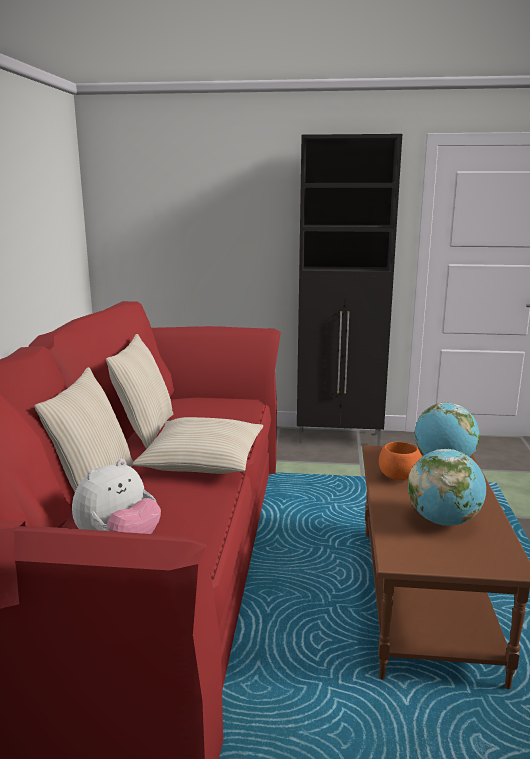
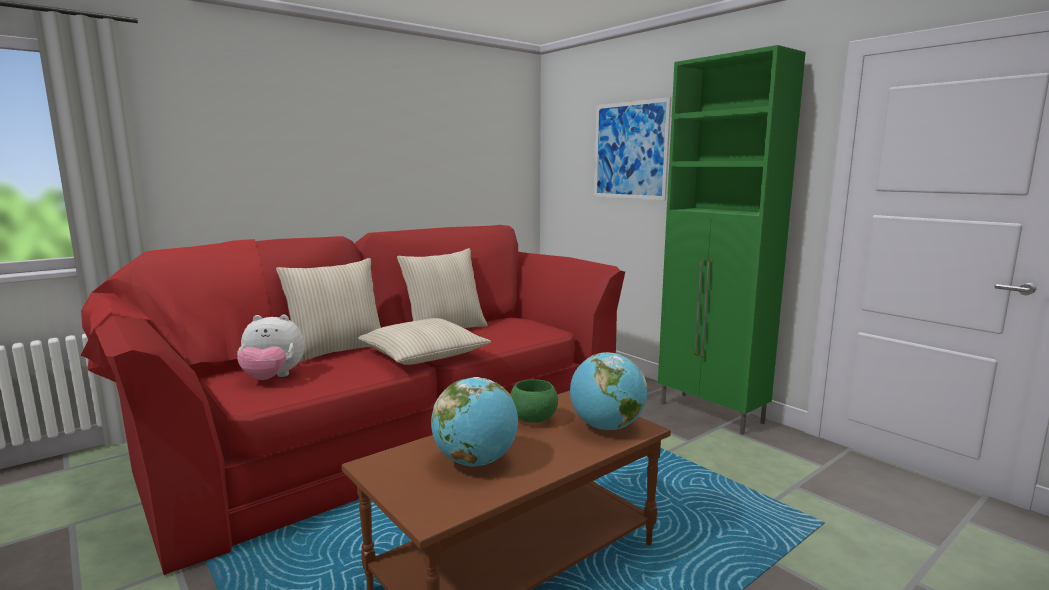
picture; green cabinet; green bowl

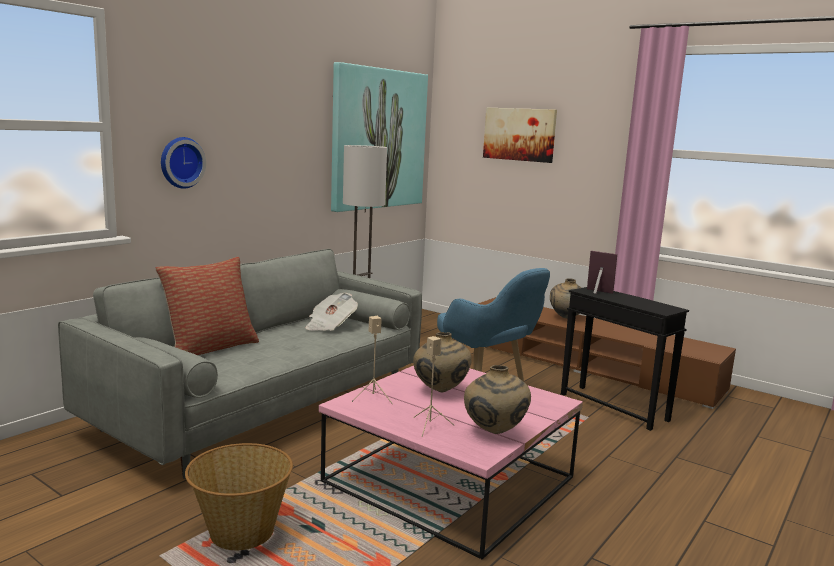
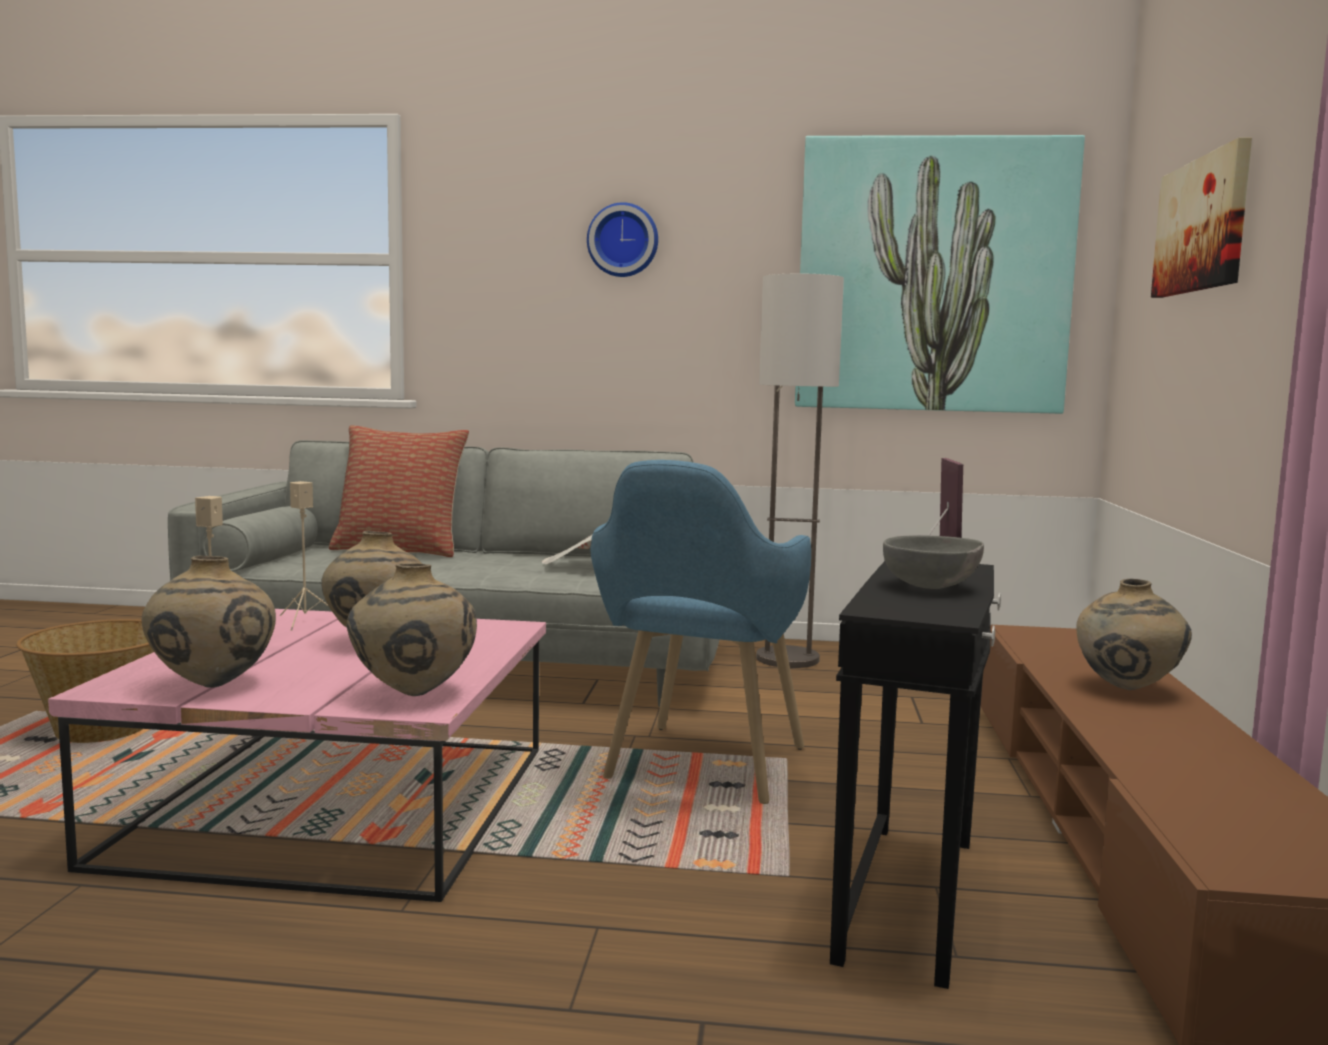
beige vase (no. 3 from left); grey bowl; wall clock

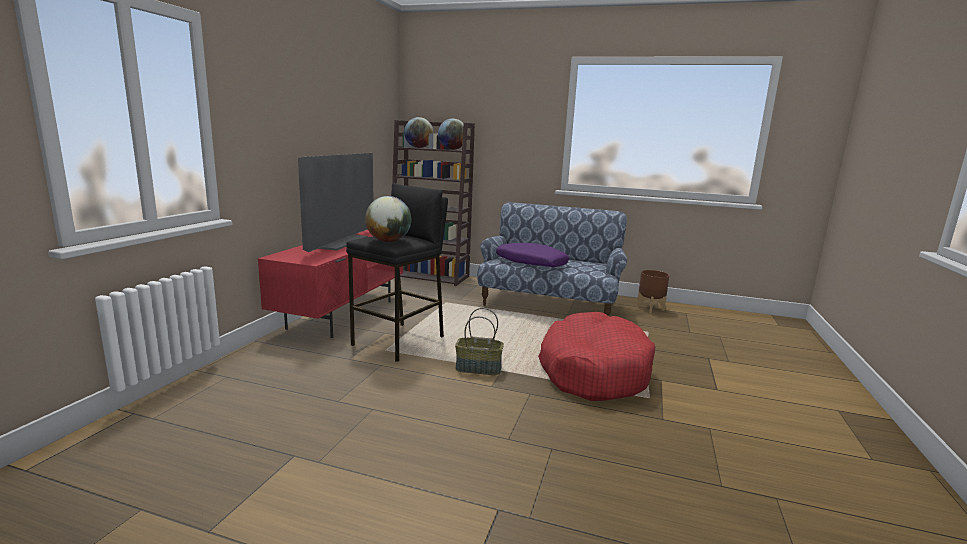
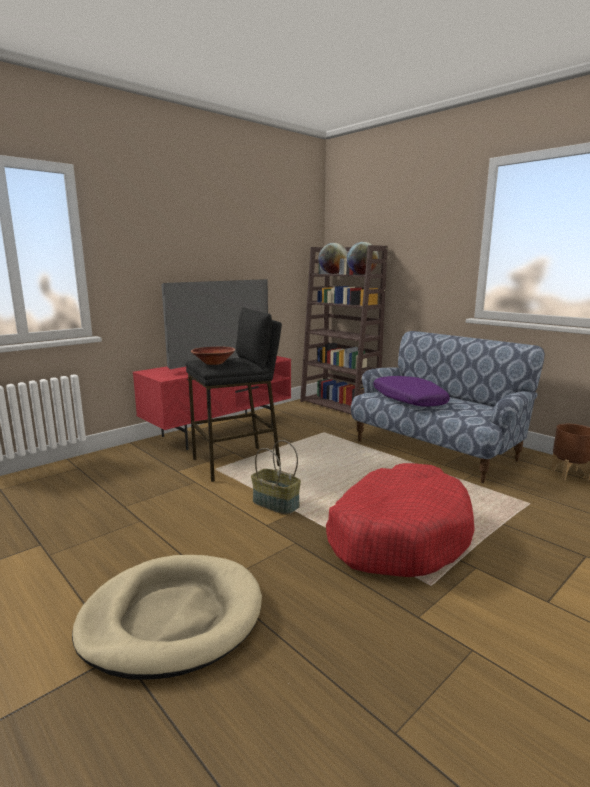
beige dog bed; brown bowl

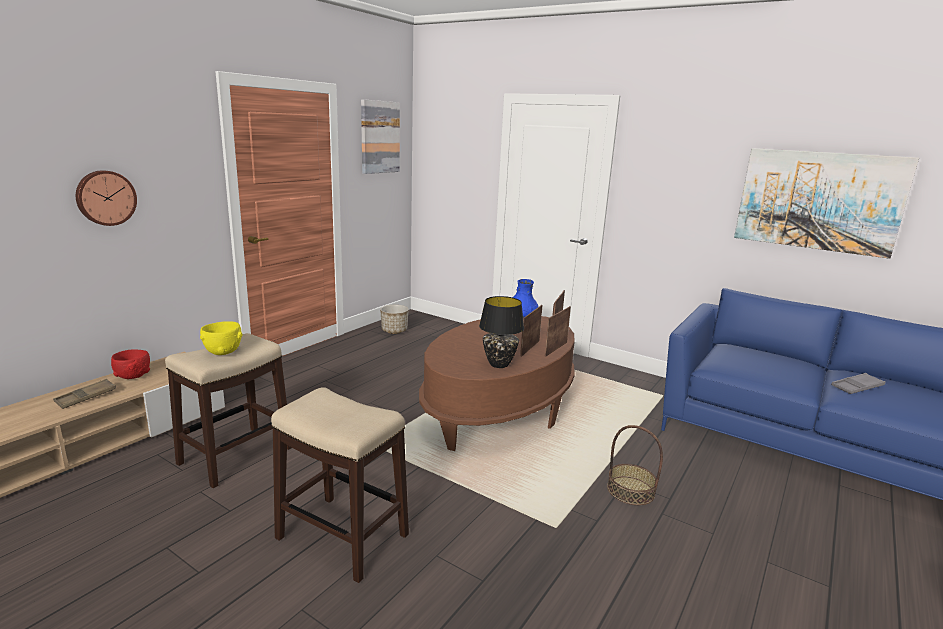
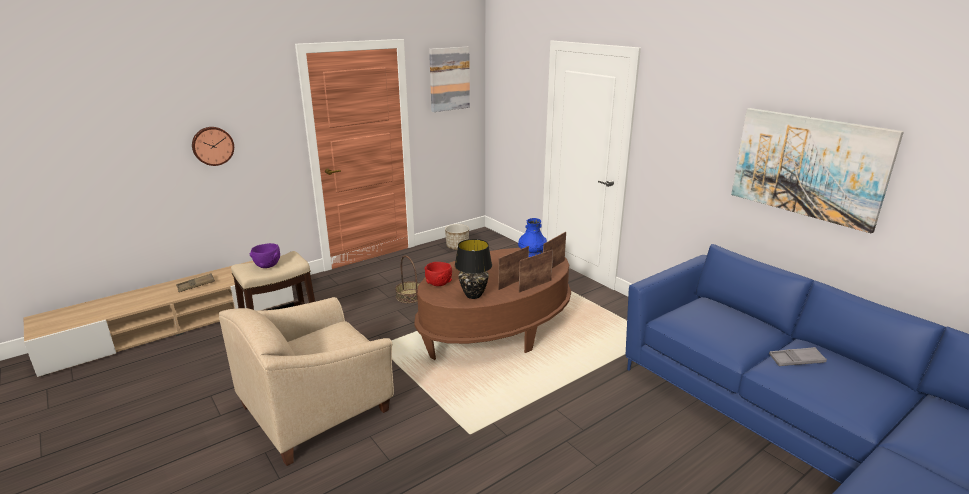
red bowl; basket; beige armchair; purple bowl

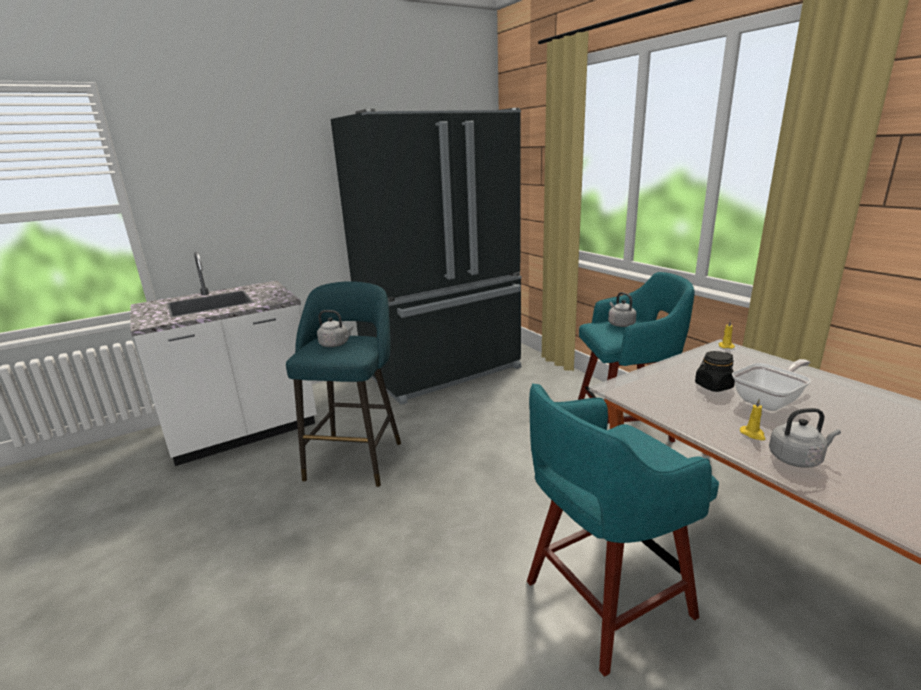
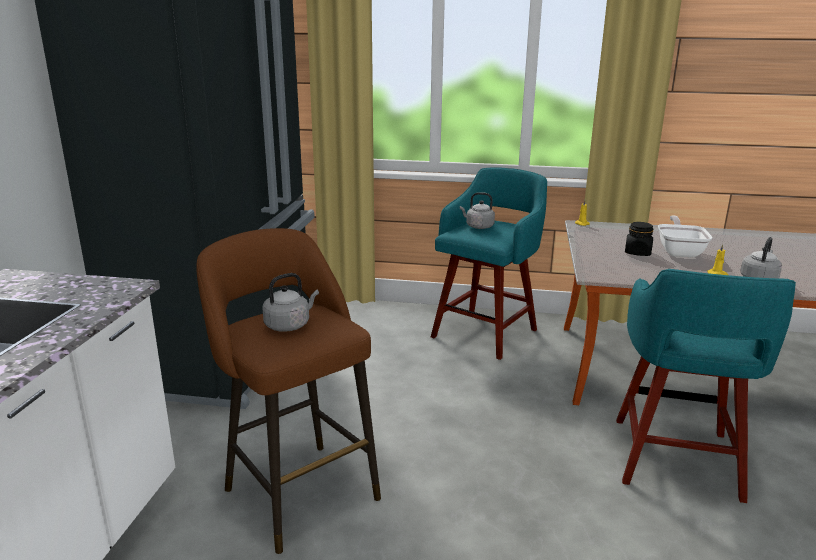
brown stool

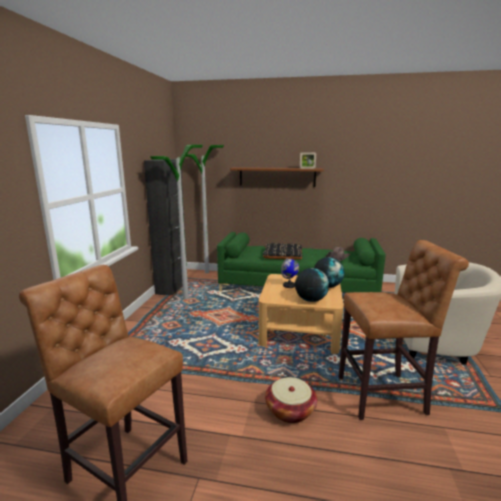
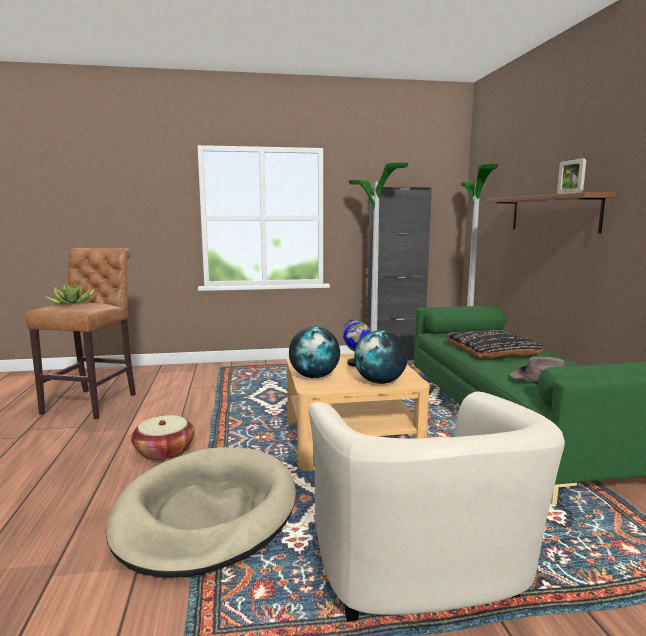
potted plant; beige dog bed

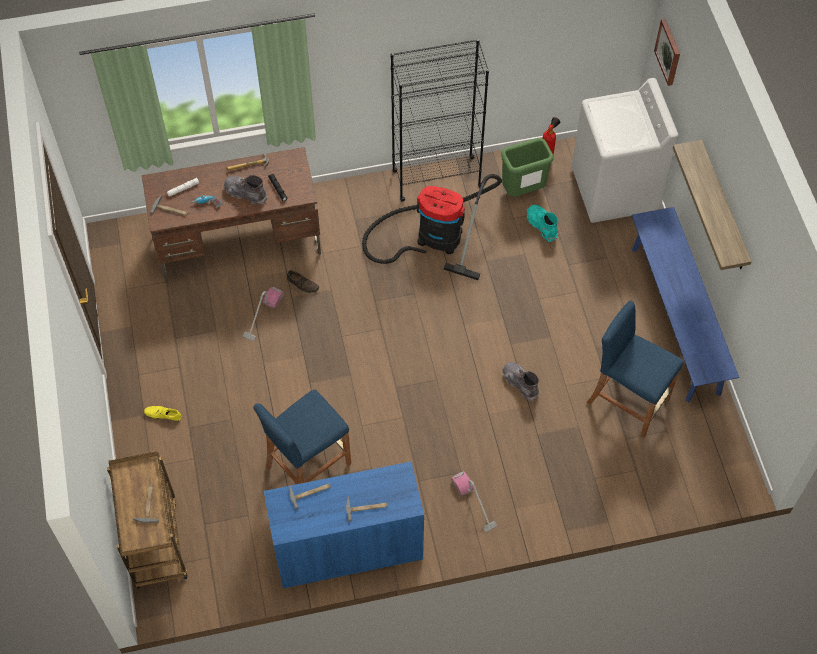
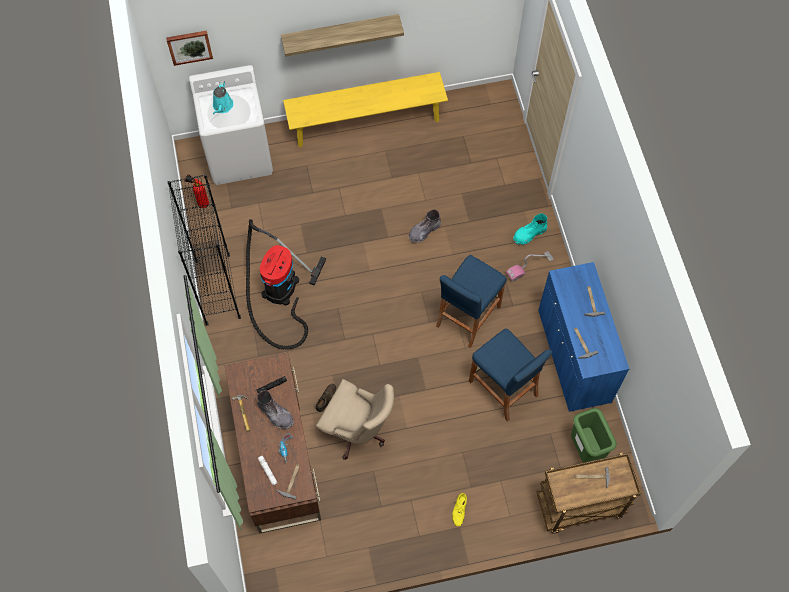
turquoise watering can; green trash can; turquoise boot; blue stool (no. 1 from left); beige office chair; yellow bench; grey boot (no. 1 from left)

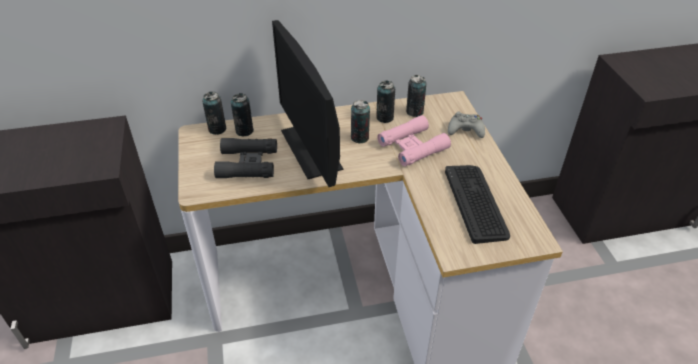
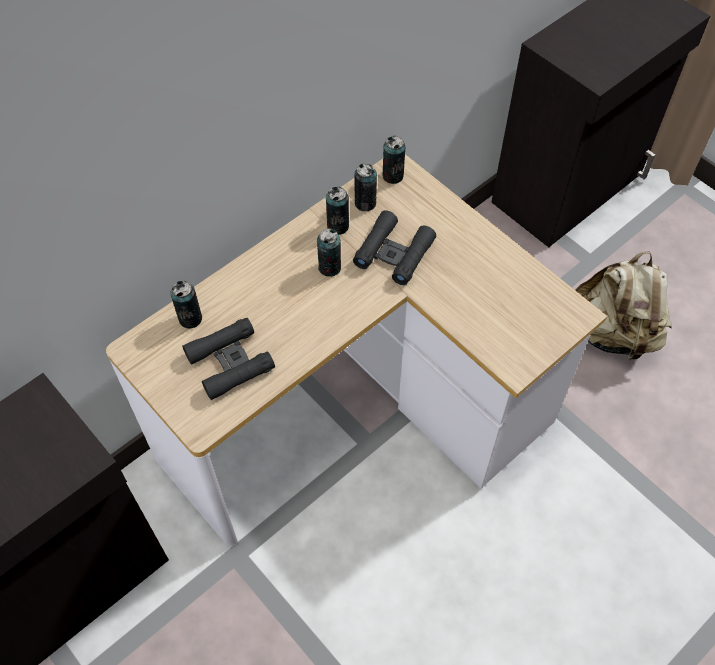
monitor; keyboard; grey game controller; beige backpack; can (no. 5 from left); black binoculars (no. 2 from left)

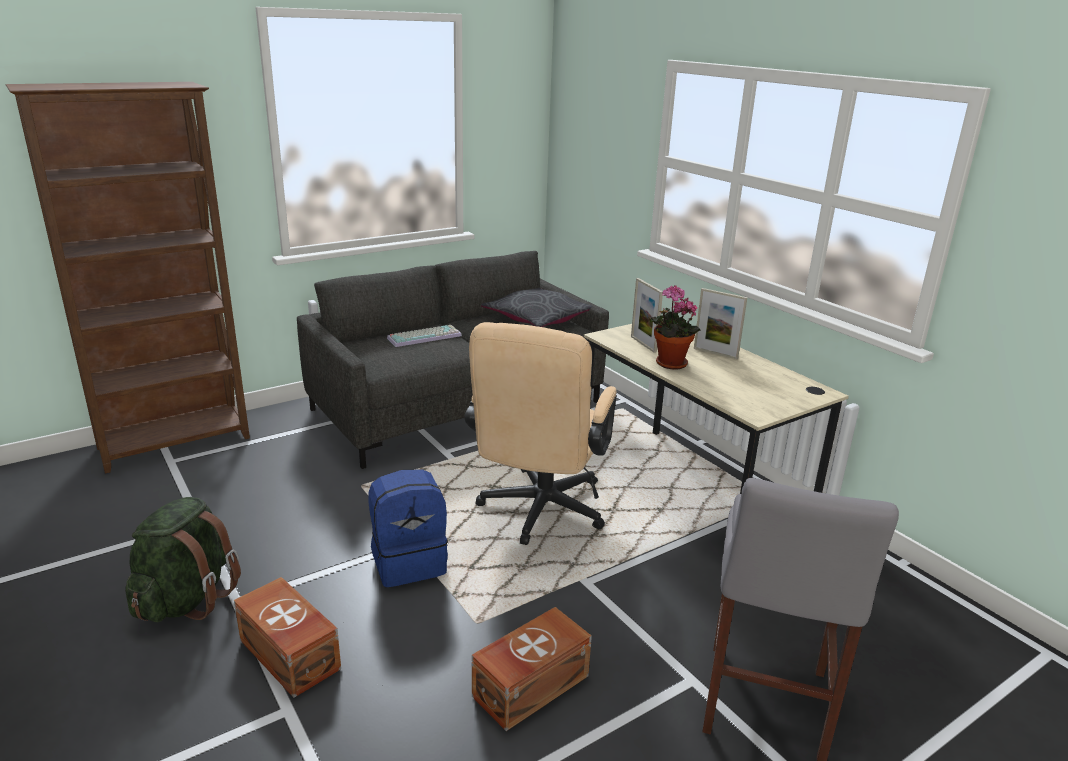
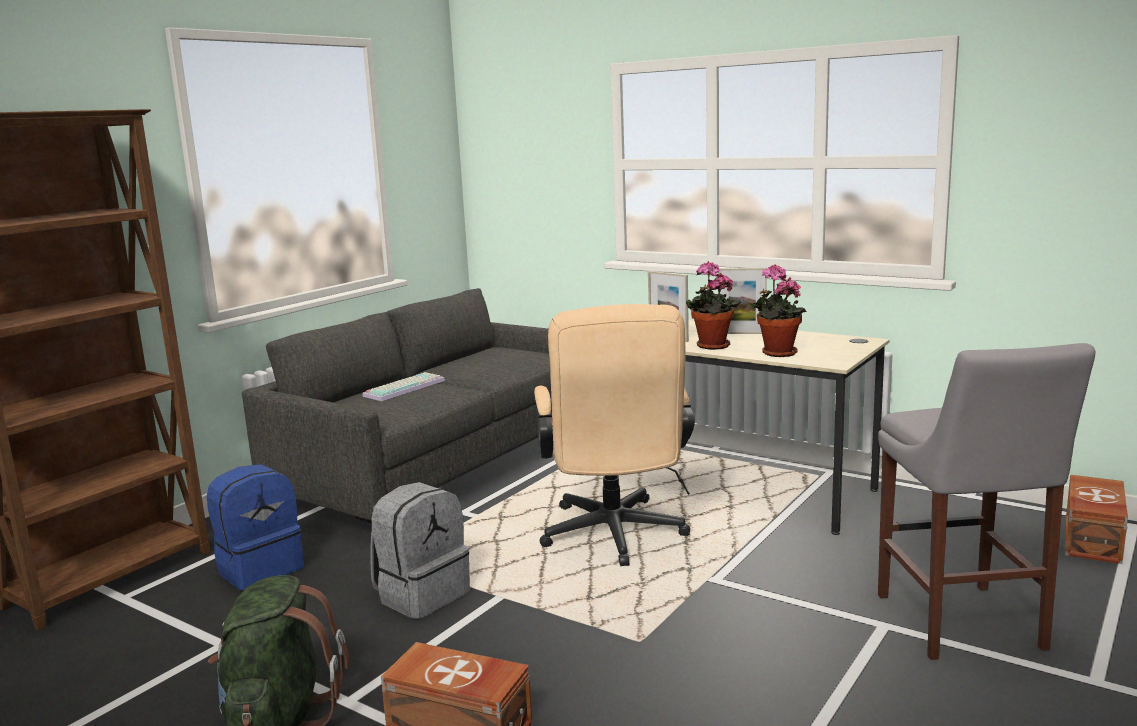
grey pillow; grey backpack; potted plant (no. 2 from left); blue backpack; brown storage box (no. 2 from left)

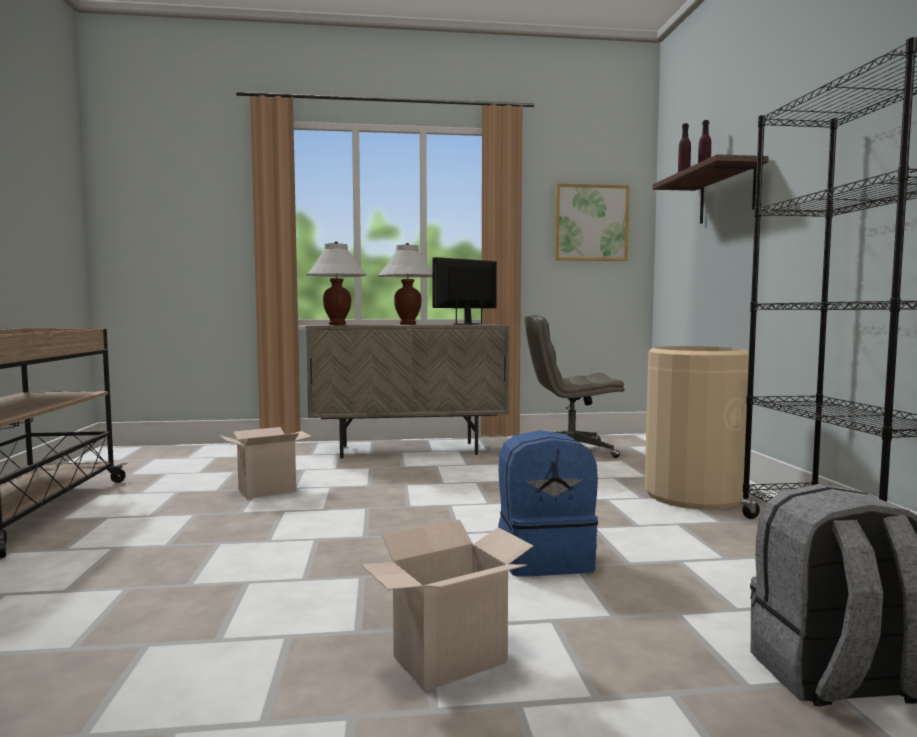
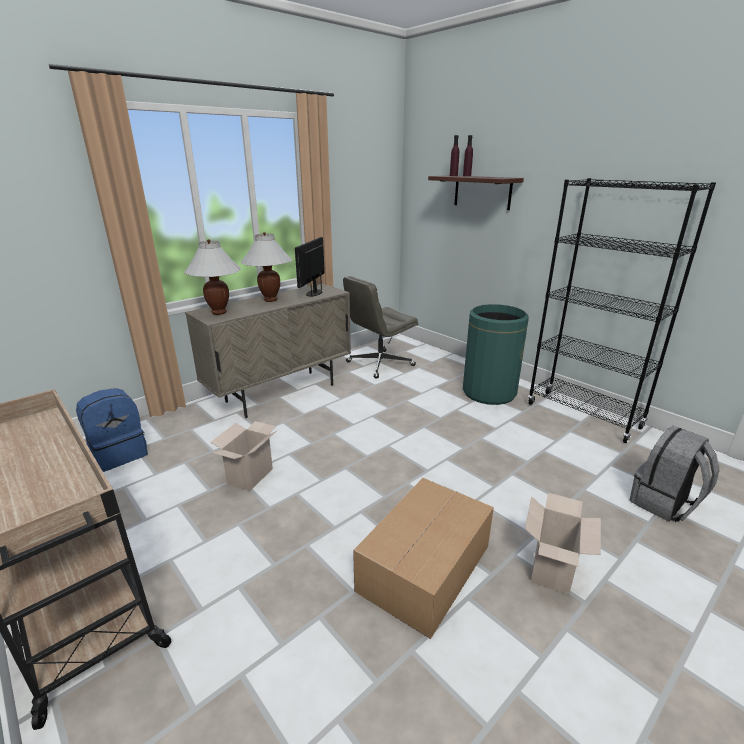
picture; cardboard box (no. 2 from left); blue backpack; green trash can

